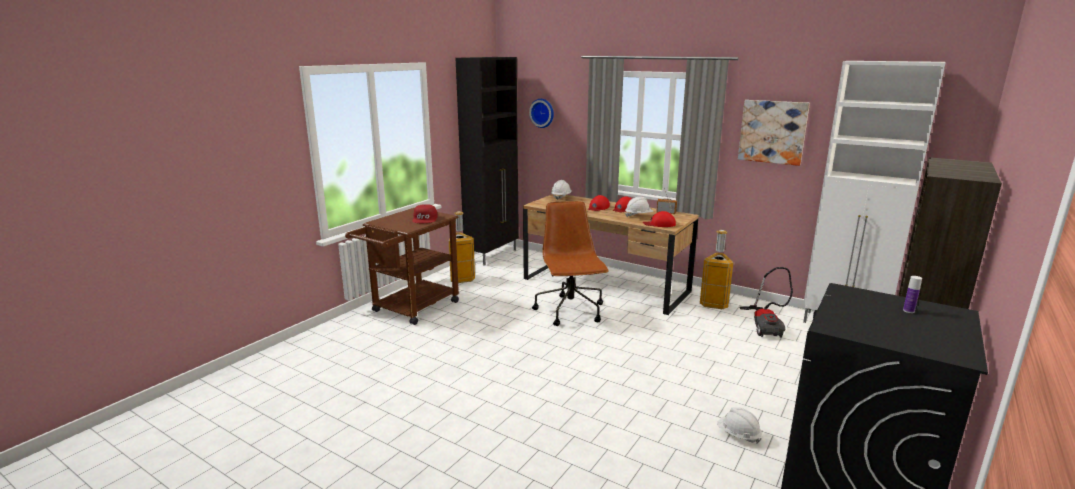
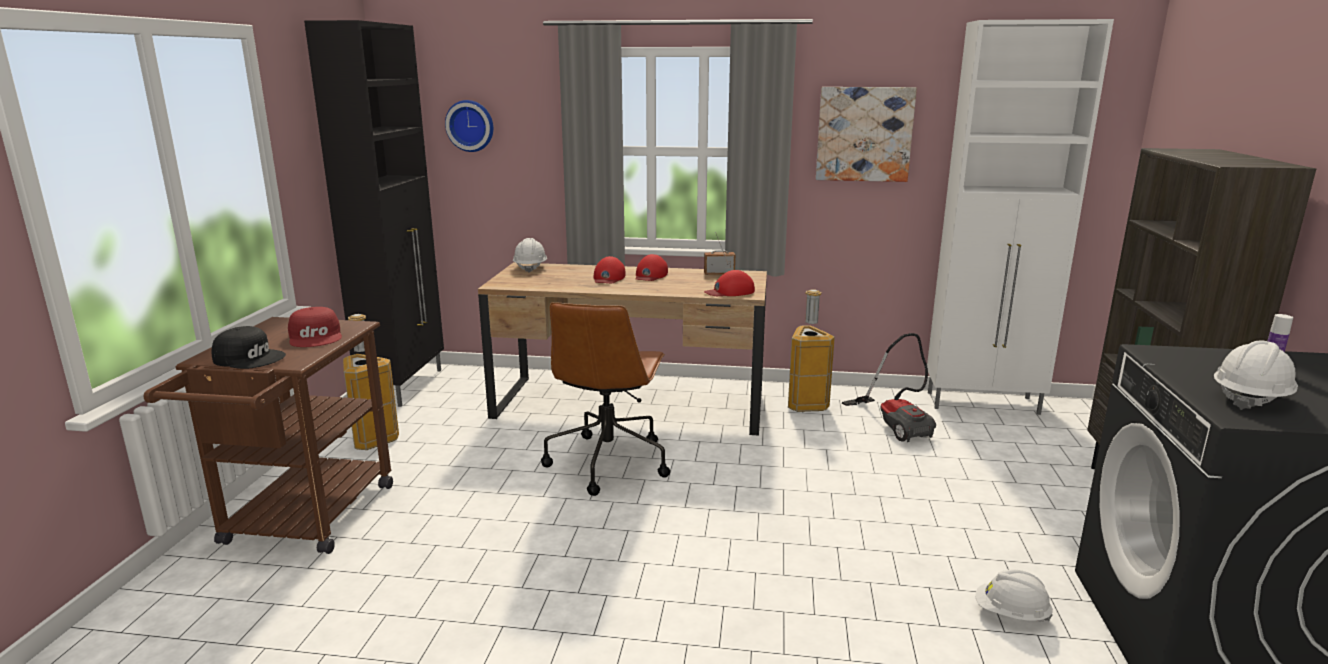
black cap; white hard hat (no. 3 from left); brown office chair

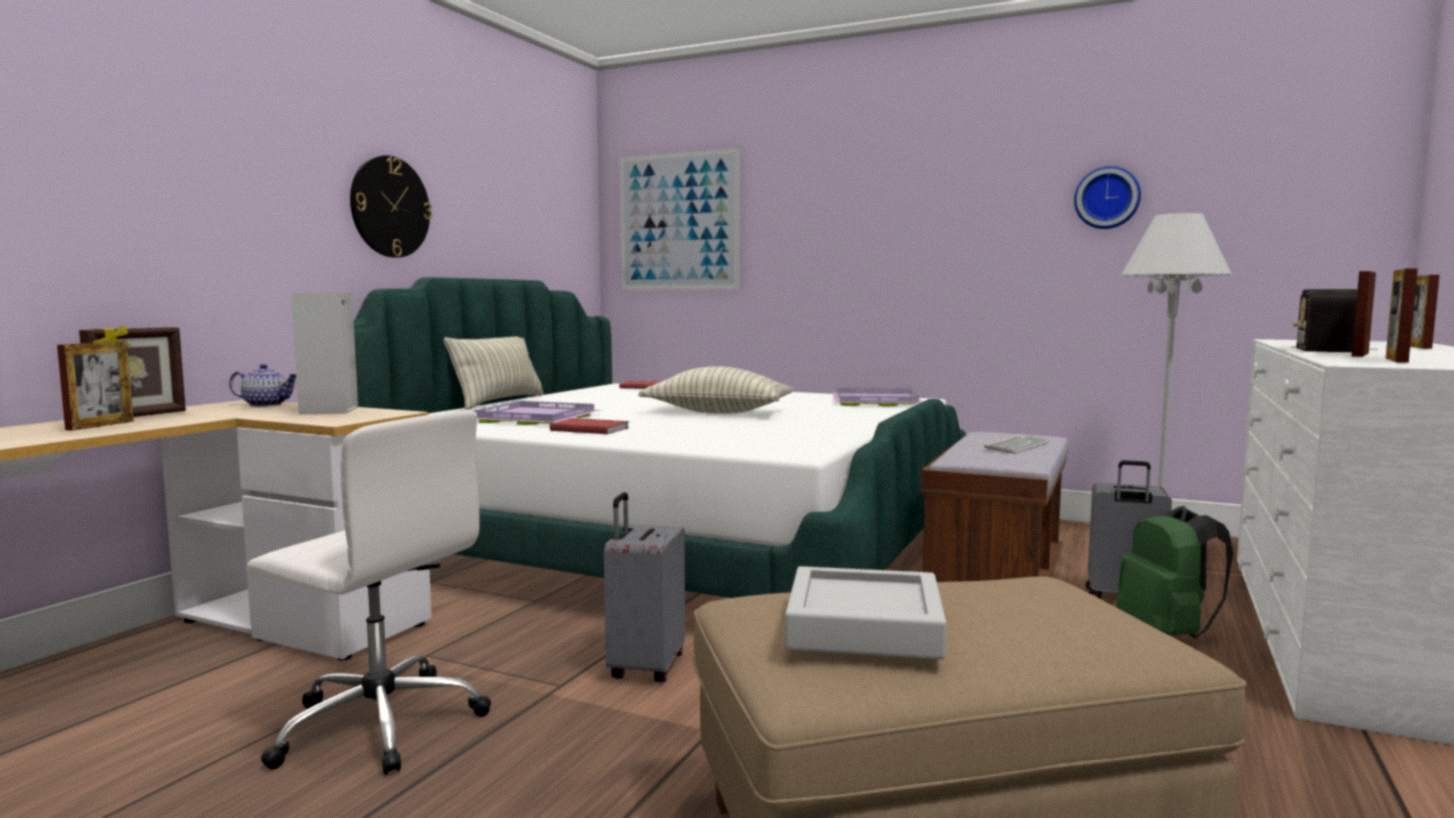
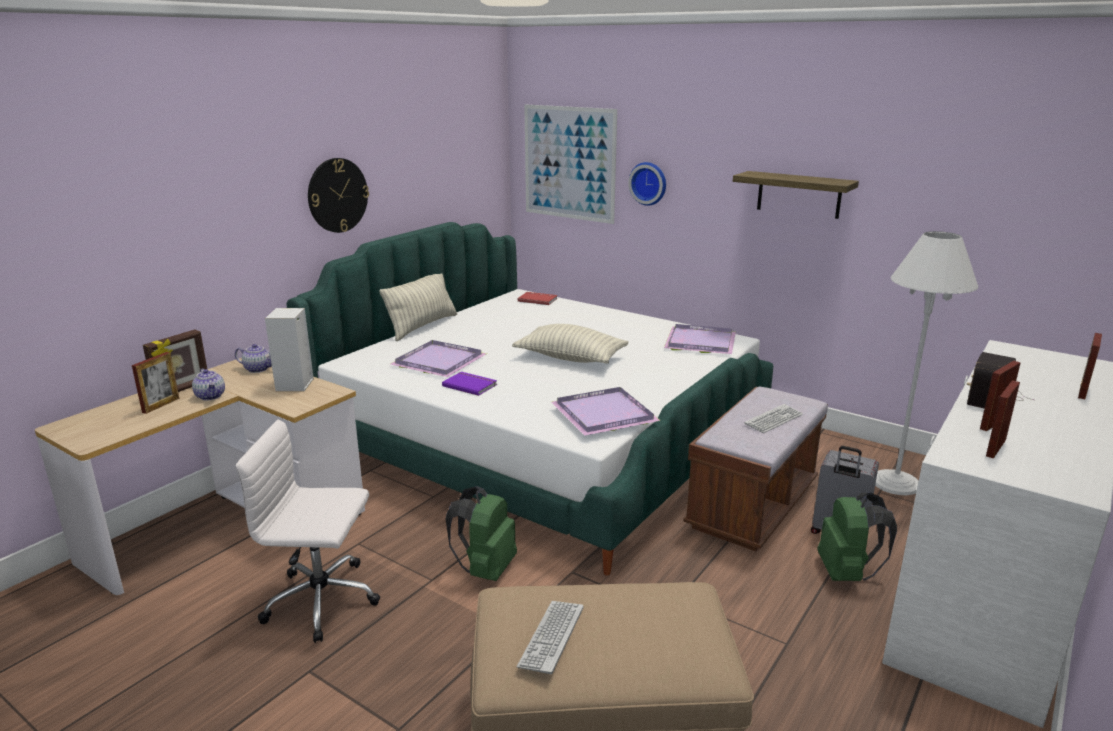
teapot (no. 1 from left); purple tray (no. 2 from left); shelf; wall clock (no. 2 from left); green backpack (no. 1 from left); keyboard (no. 1 from left); purple book; white office chair

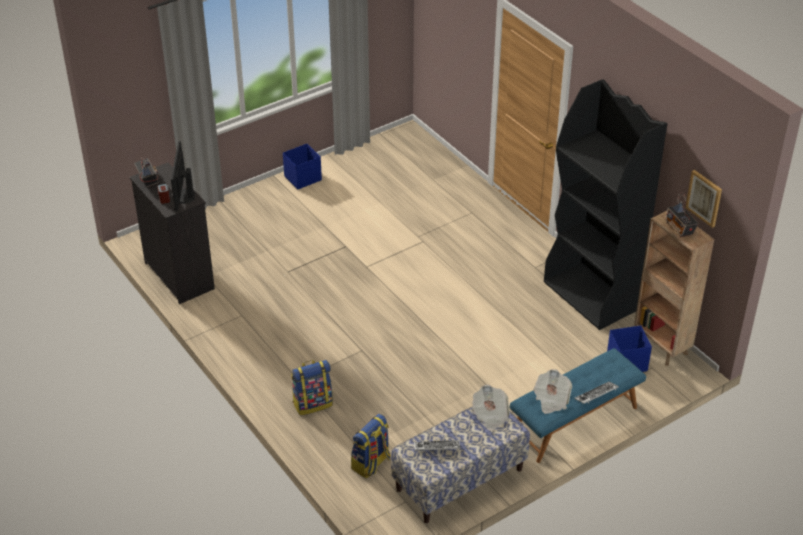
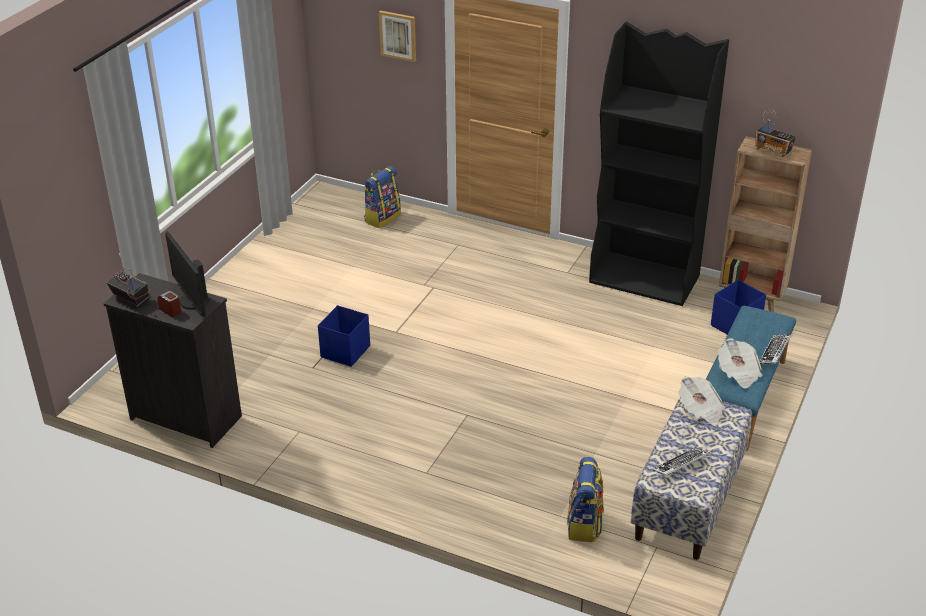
blue storage box (no. 1 from left); backpack (no. 1 from left); picture

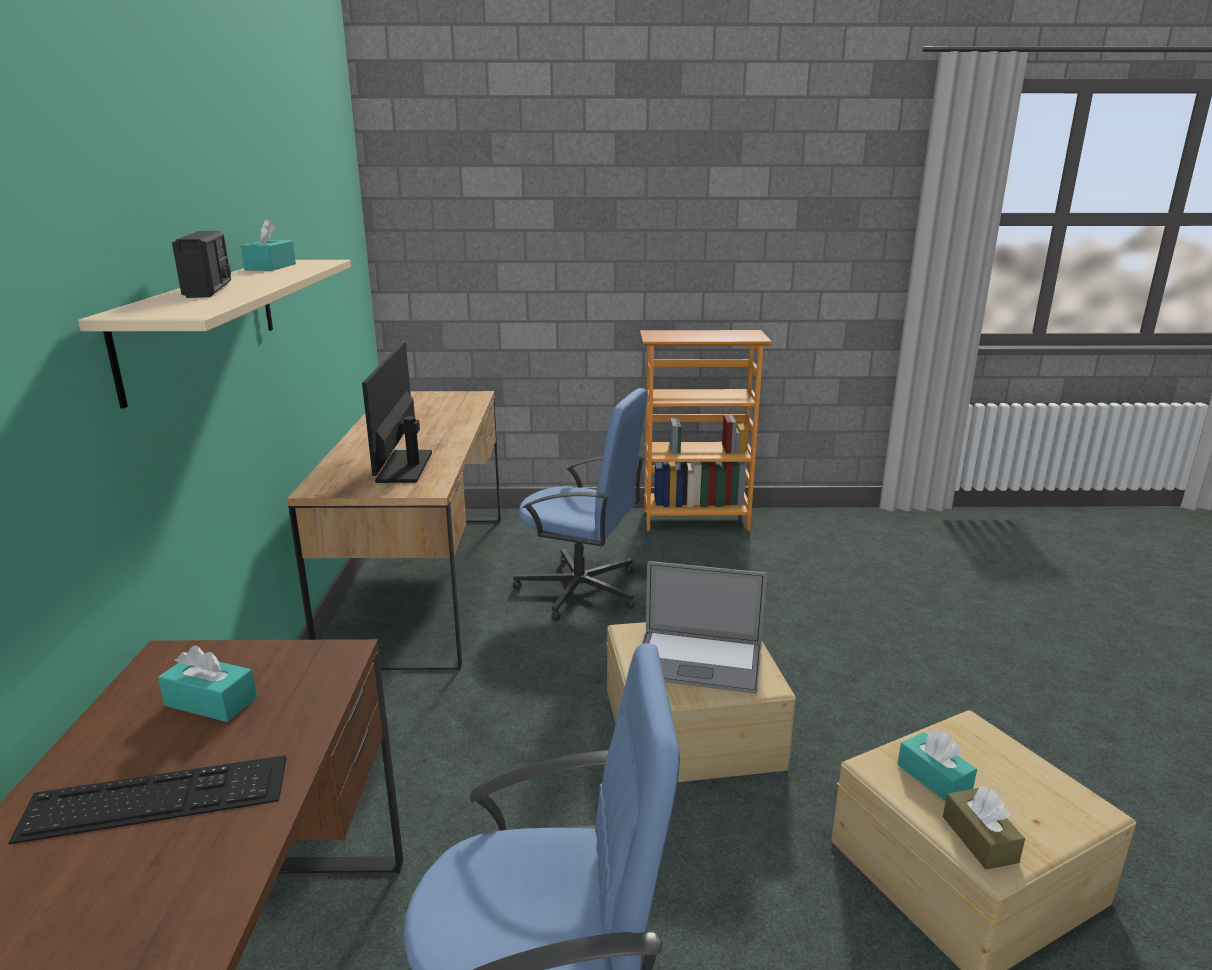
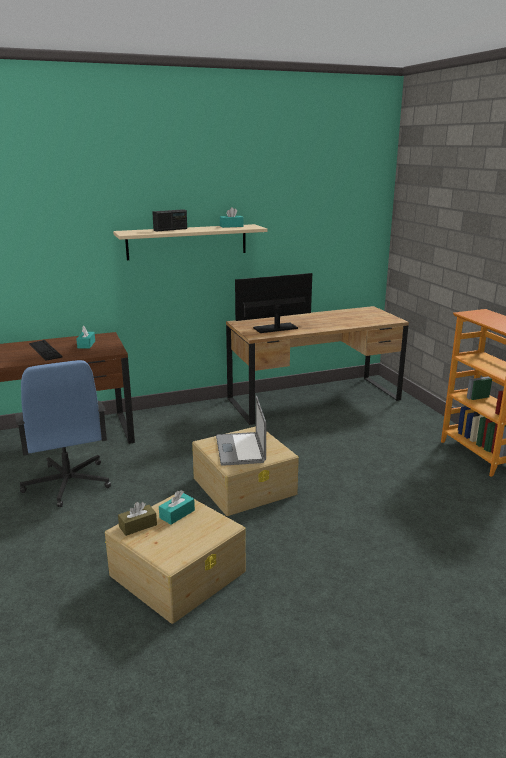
blue office chair (no. 2 from left in the first image)

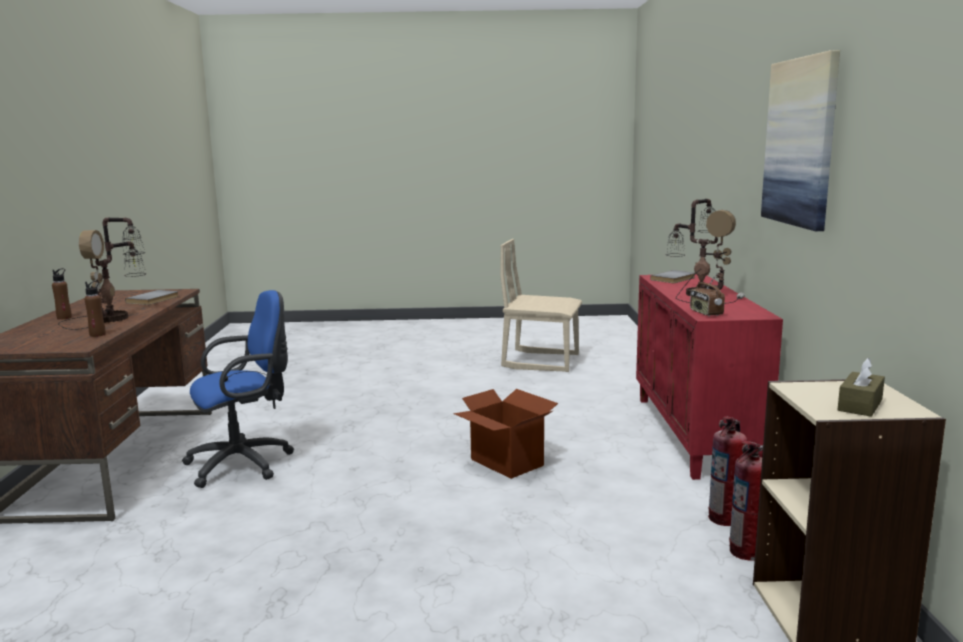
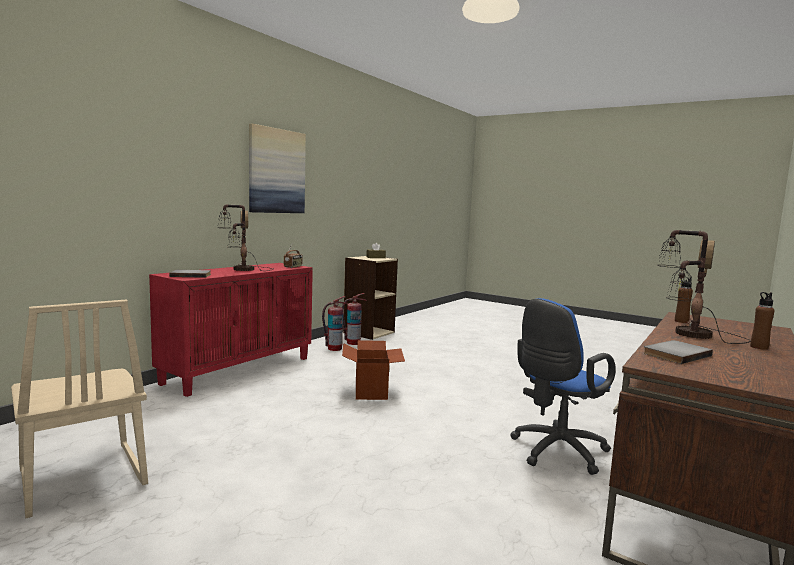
blue office chair

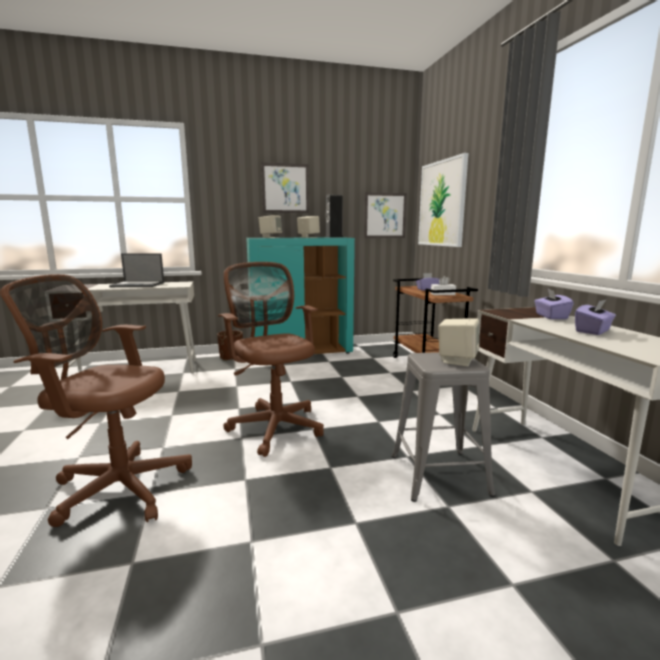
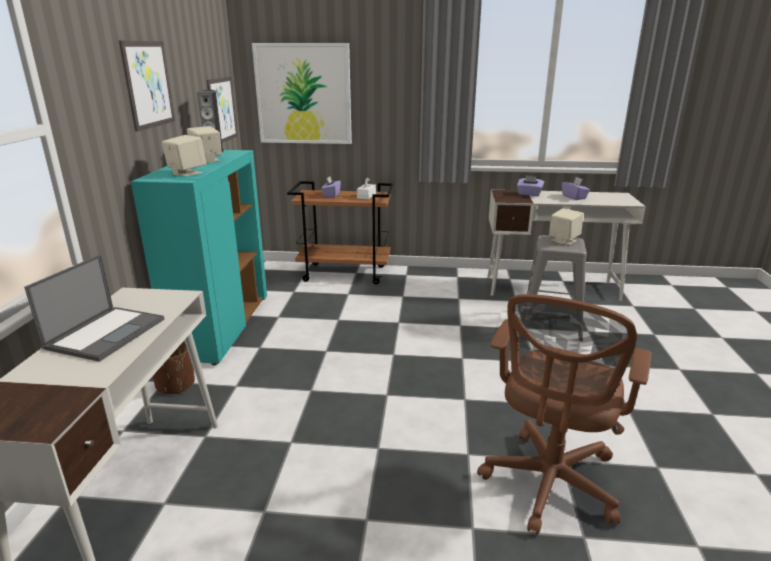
brown office chair (no. 2 from left in the first image)

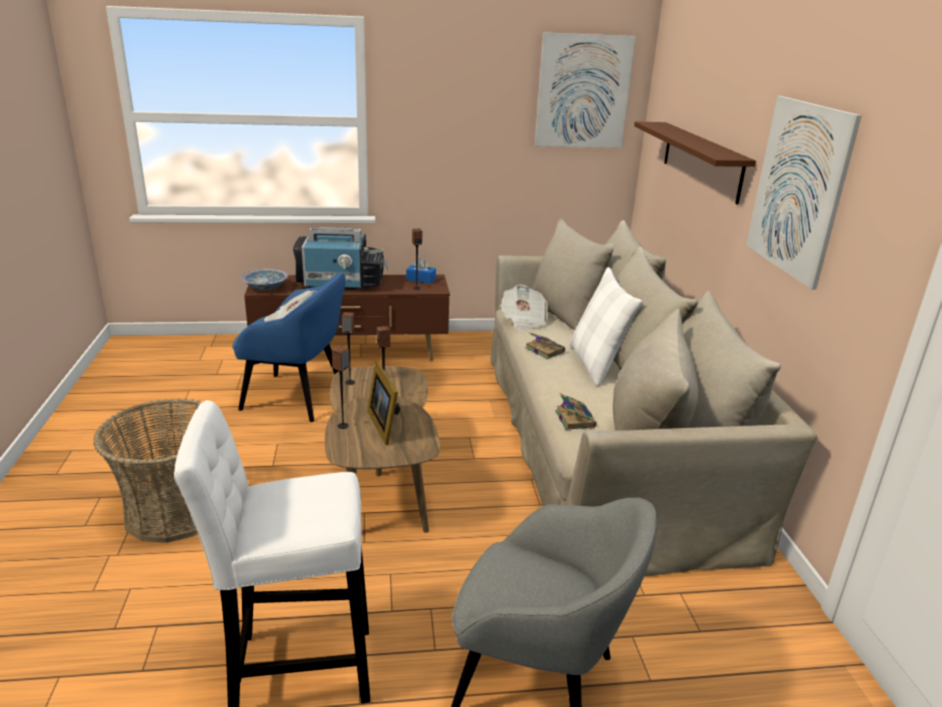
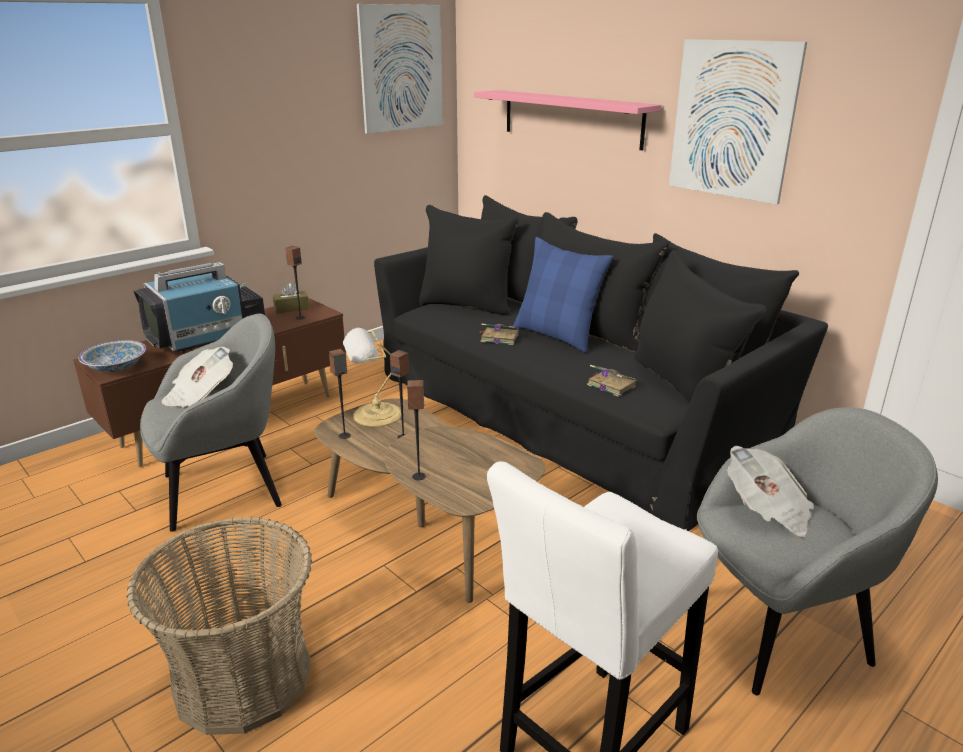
picture frame; table lamp; newspaper (no. 2 from left); grey armchair (no. 1 from left); brown tissue box; black sofa; blue pillow; pink shelf

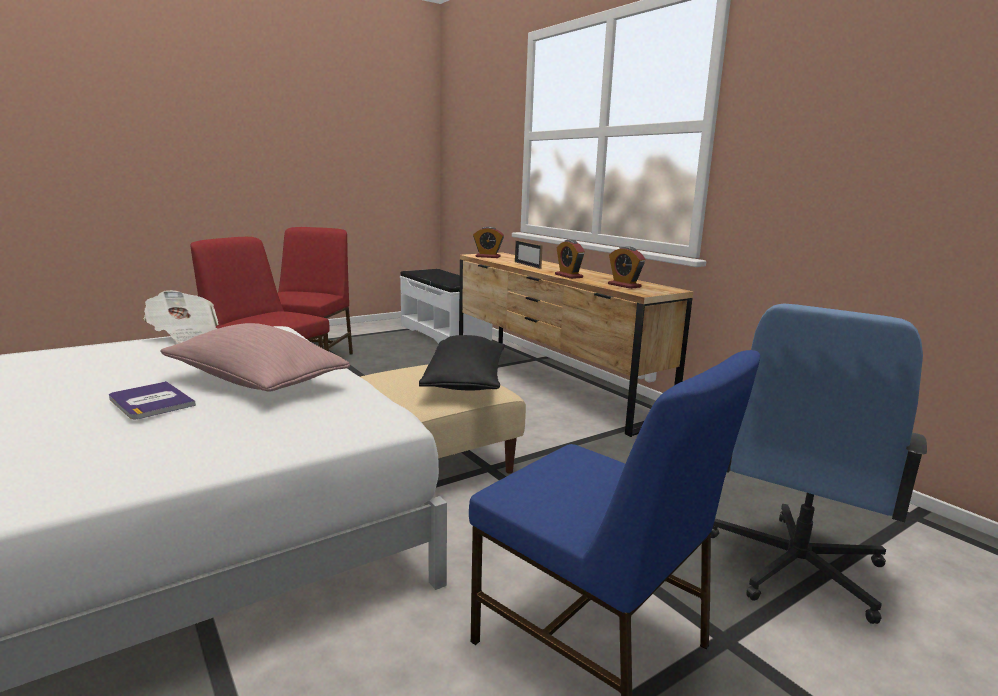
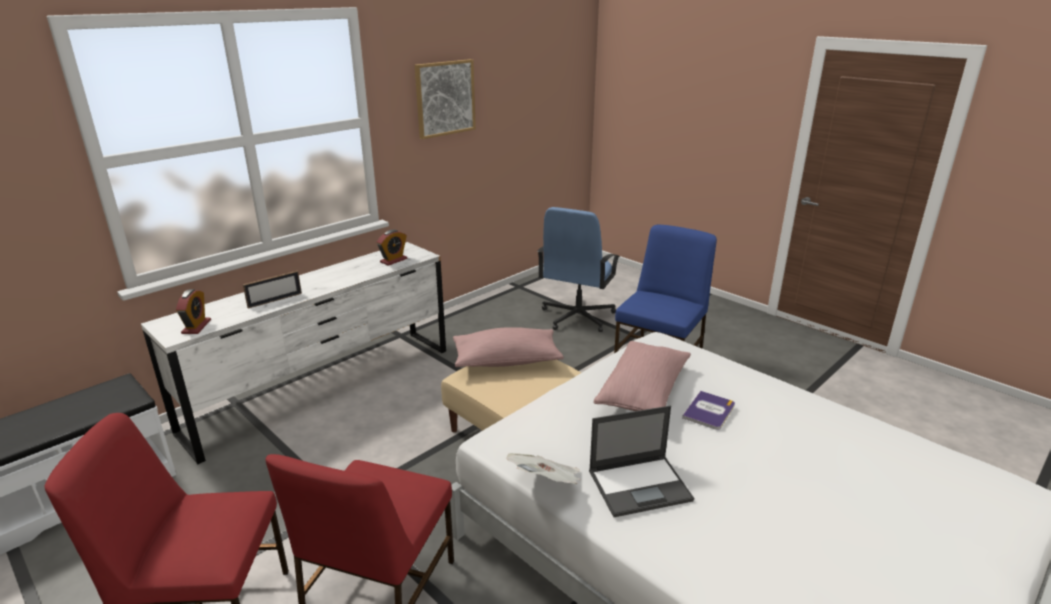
alarm clock (no. 2 from left in the first image); picture; laptop; pink pillow (no. 1 from left); white dresser; blue office chair

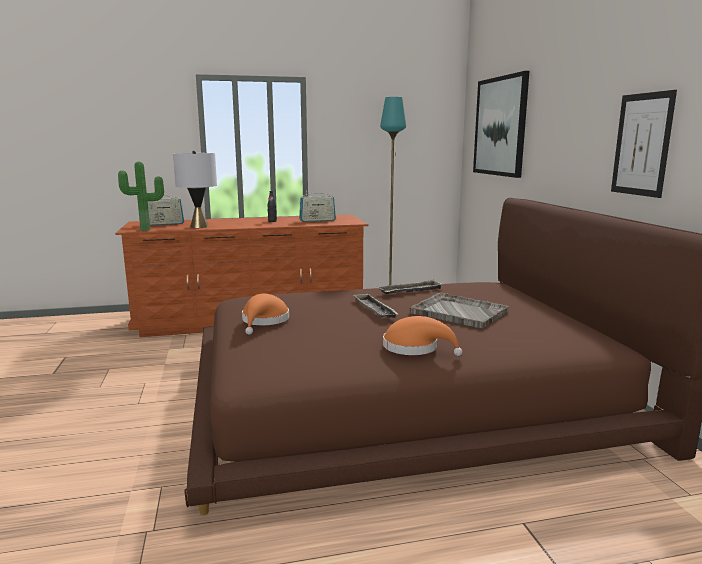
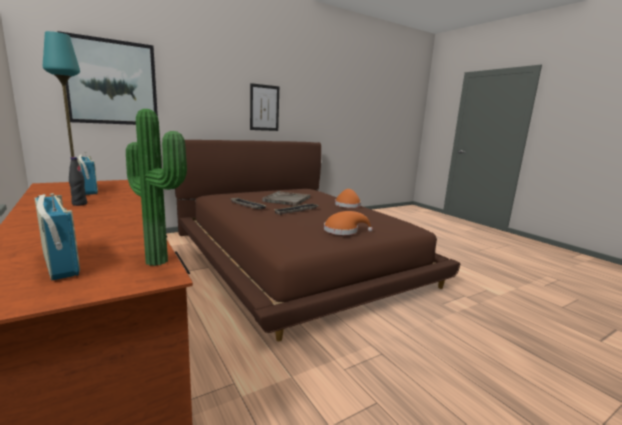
grey table lamp

